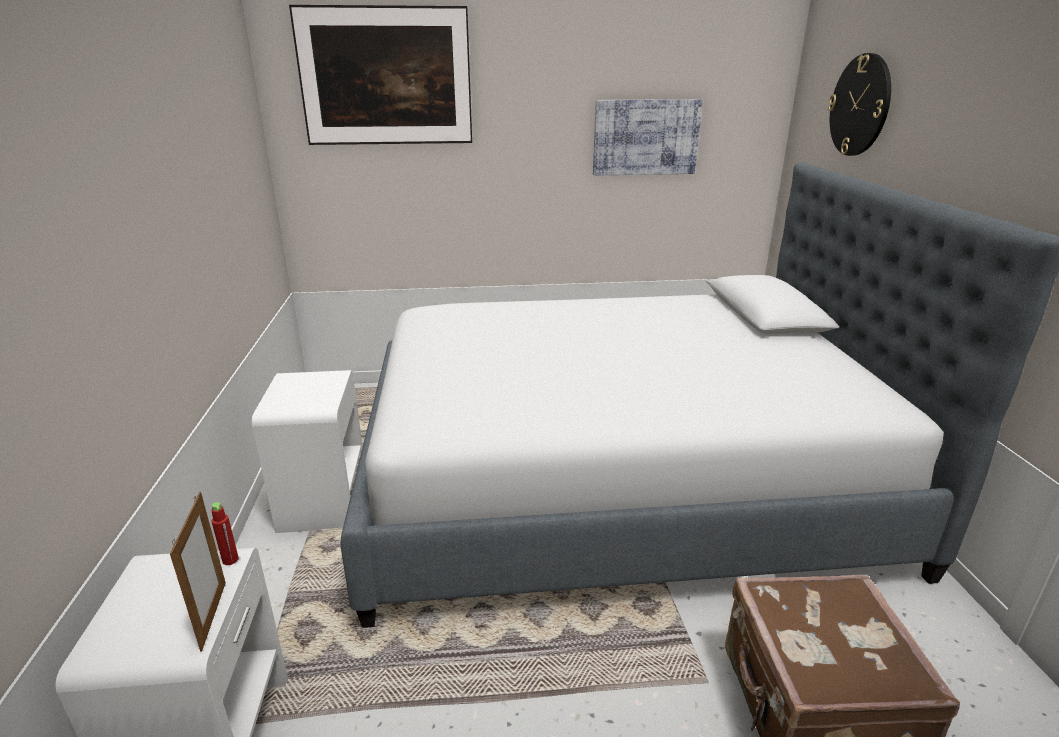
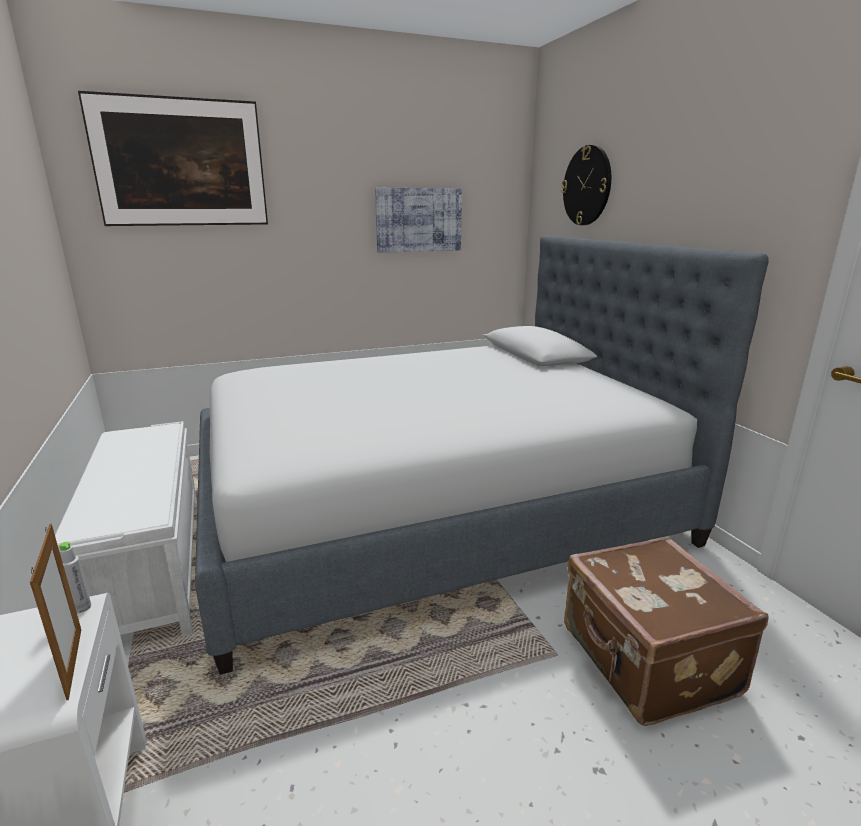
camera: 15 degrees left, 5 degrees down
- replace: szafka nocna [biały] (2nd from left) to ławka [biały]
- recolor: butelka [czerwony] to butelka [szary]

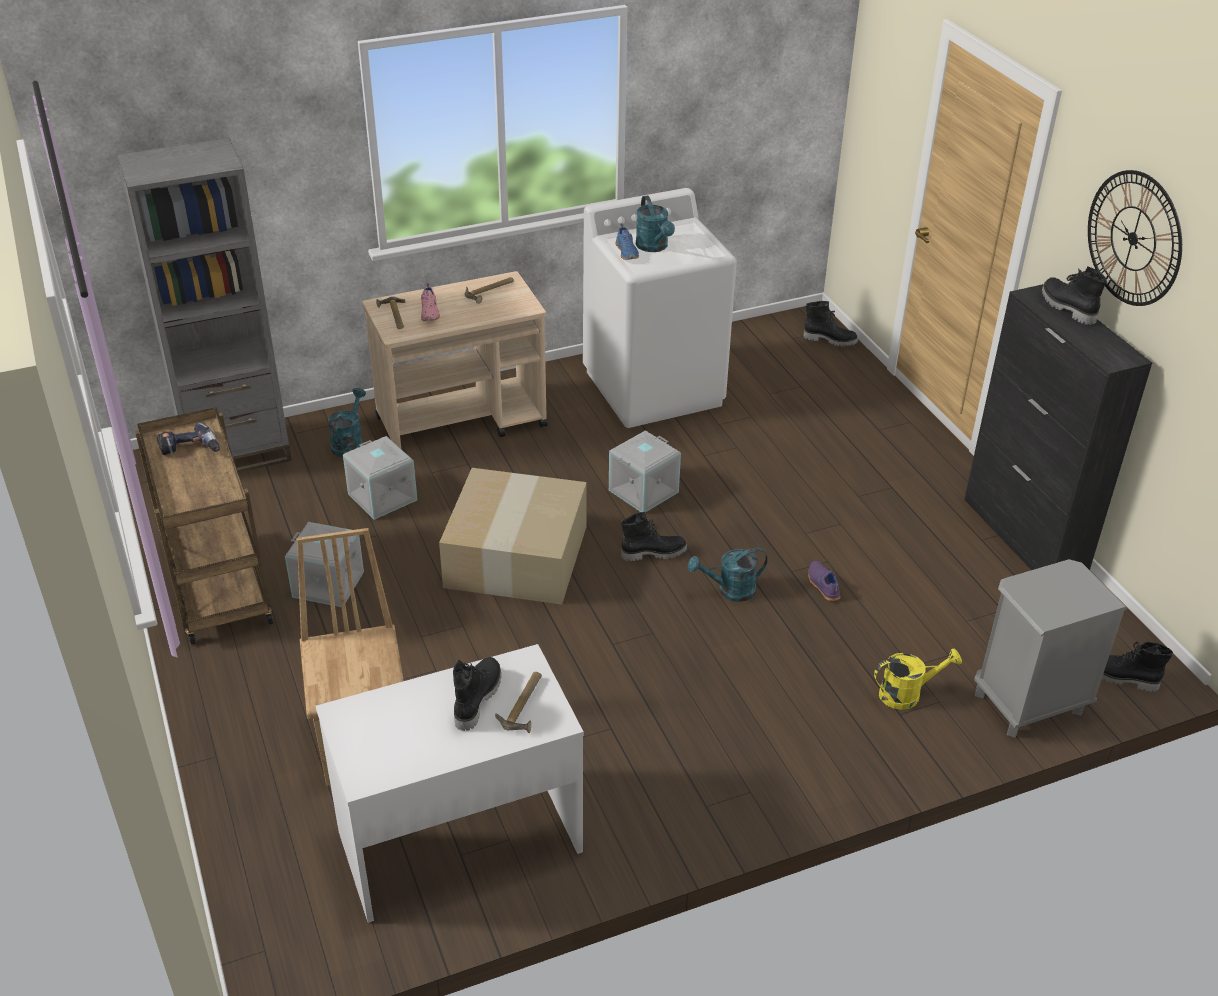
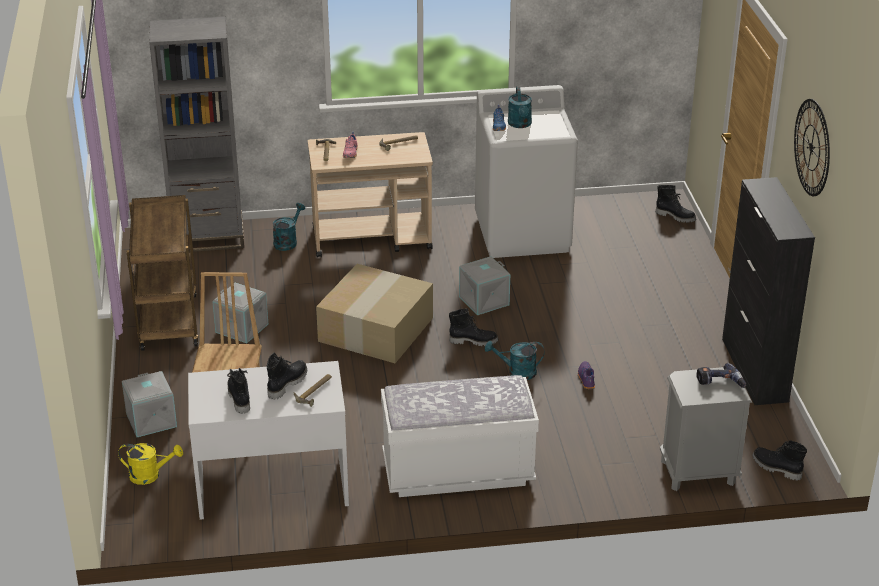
camera: 15 degrees right, 5 degrees down
- move: konewka [żółty]
- move: pojemnik do przechowywania [szary] (2nd from left in the first image) to pojemnik do przechowywania [szary] (1st from left)
- move: but z cholewką [czarny] (4th from left in the first image) to but z cholewką [czarny] (1st from left)
- insert: ławka [biały]
- move: wiertarka

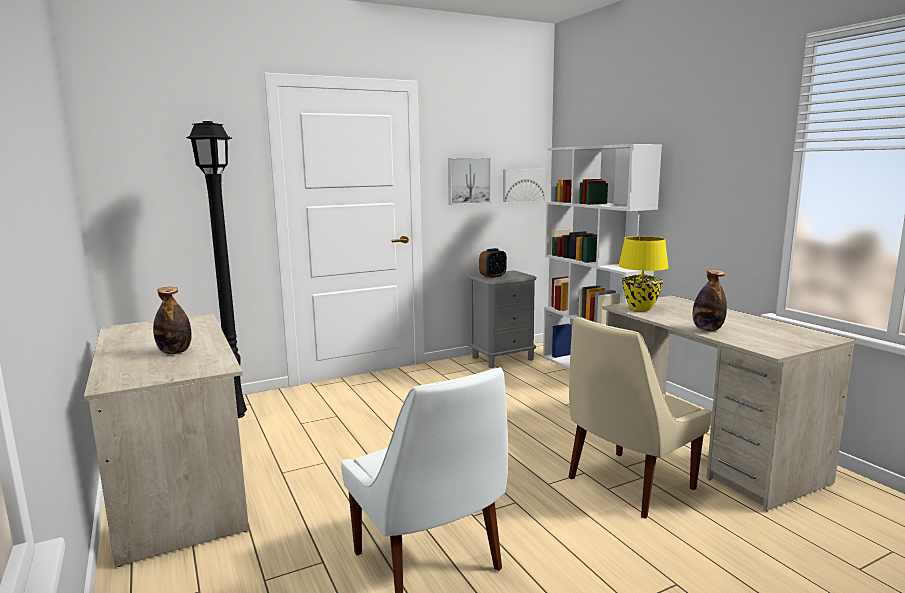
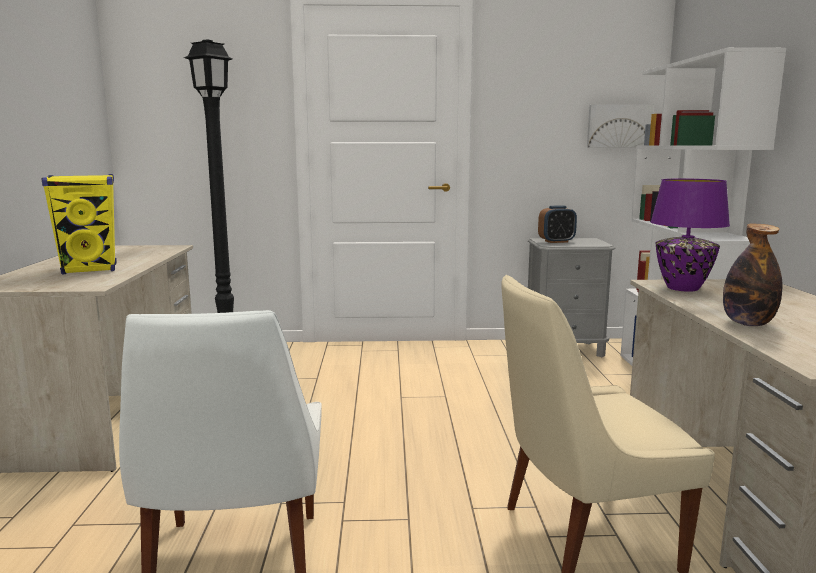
camera: 25 degrees right, 0 degrees up
- replace: butelka (1st from left) to głośnik [żółty]
- recolor: lampa stołowa [żółty] to lampa stołowa [fioletowy]
- delete: obraz (1st from left)

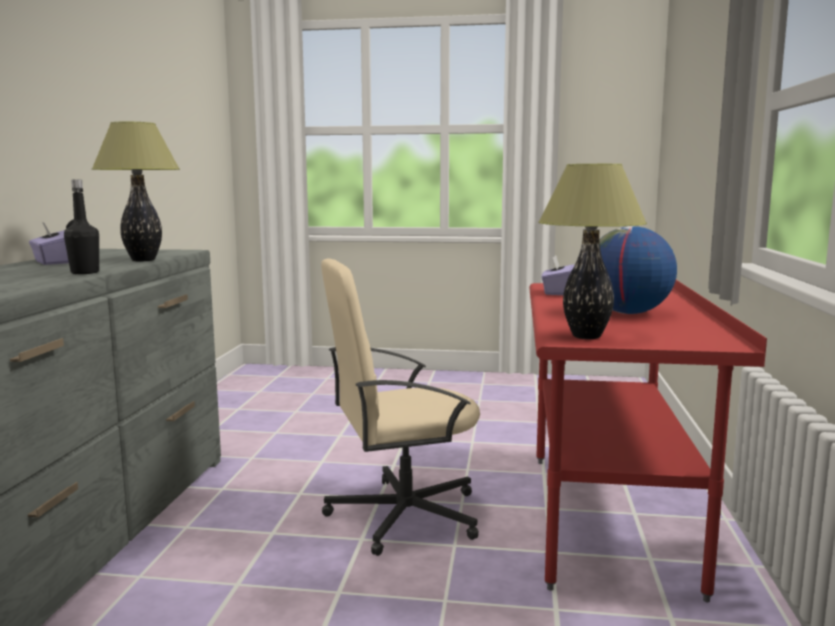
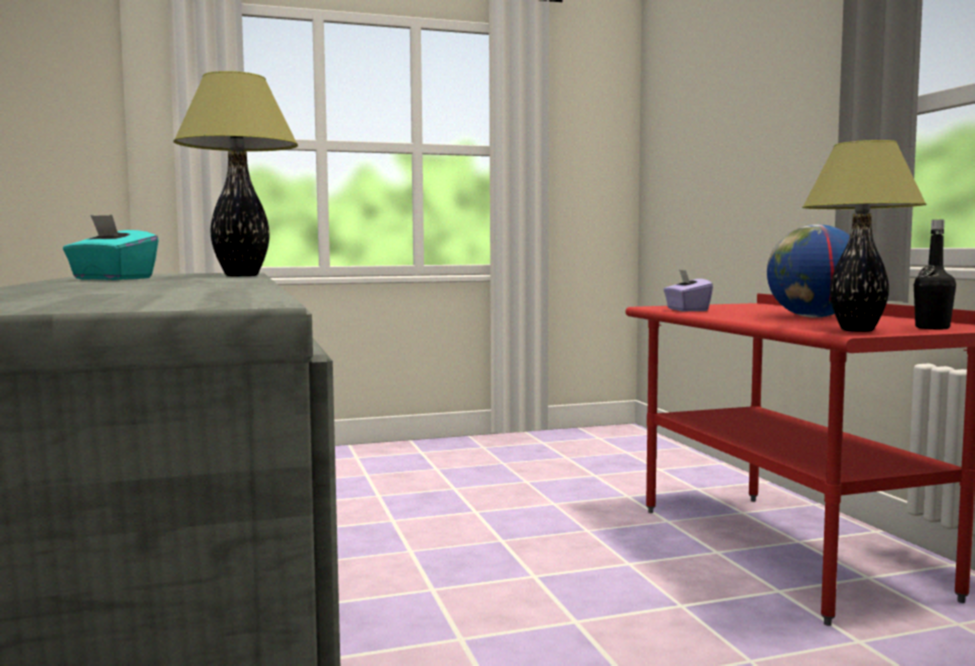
camera: 25 degrees left, 5 degrees down
- recolor: pudełko chusteczek [fioletowy] (1st from left) to pudełko chusteczek [turkusowy]
- move: butelka [czarny]
- delete: krzesło biurowe [beżowy]

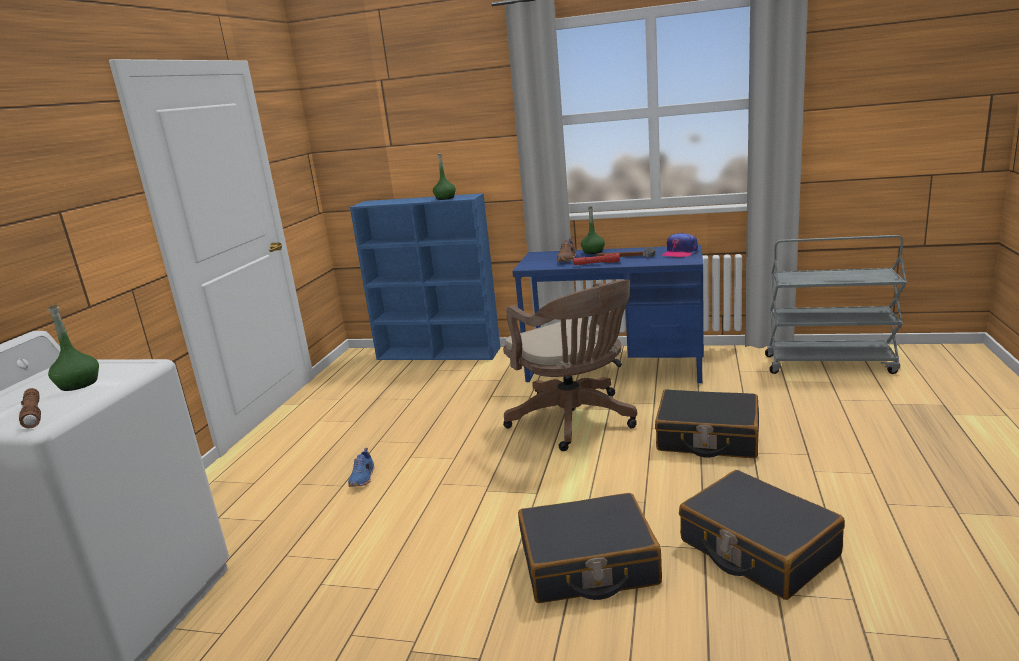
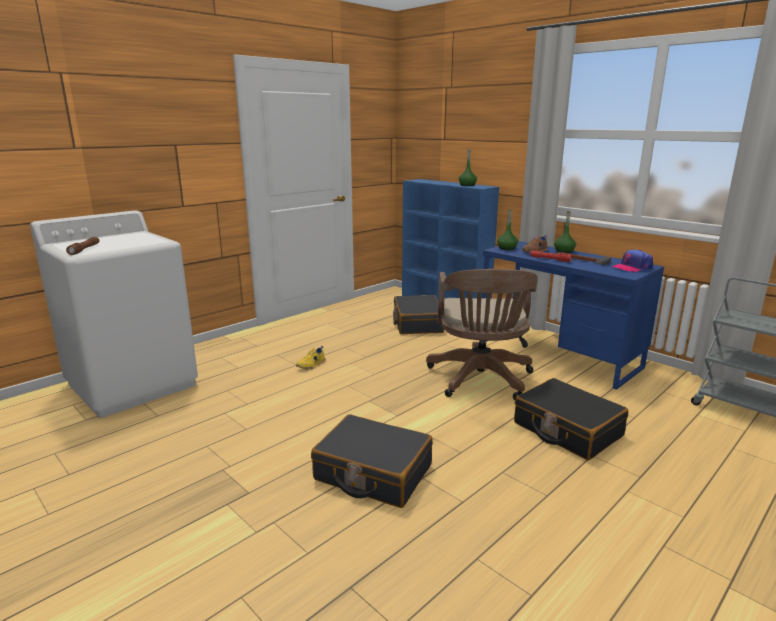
camera: 30 degrees right, 0 degrees up
- recolor: but [niebieski] to but [żółty]
- move: walizka [czarny] (3rd from left in the first image) to walizka [czarny] (2nd from left)
- move: butelka [zielony] (1st from left in the first image) to butelka [zielony] (2nd from left)

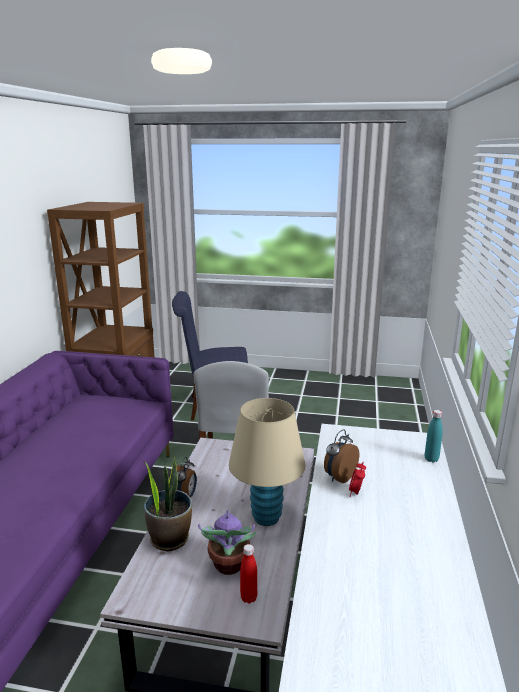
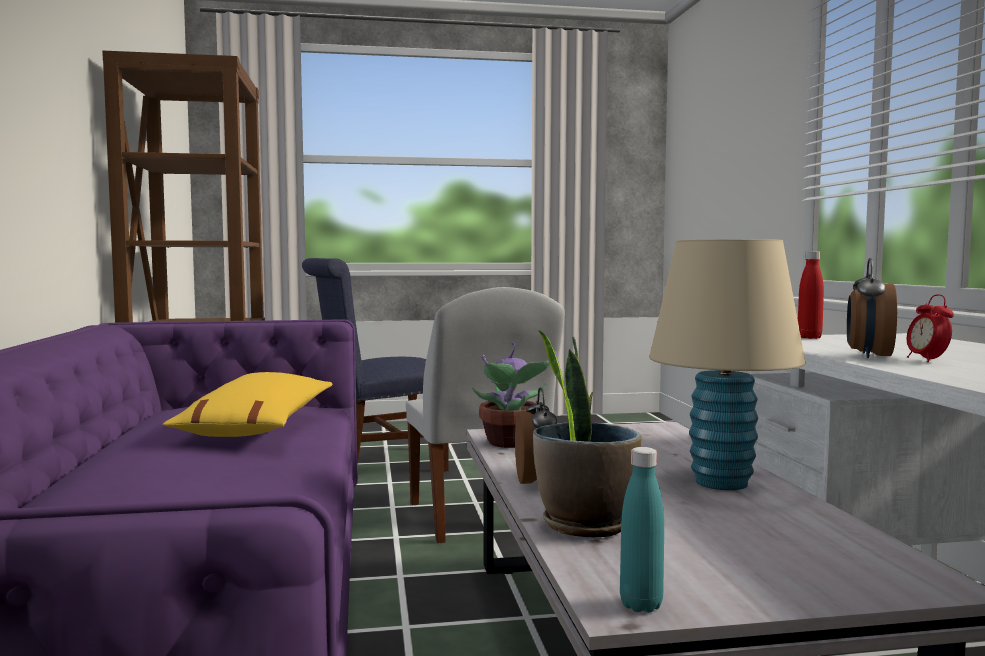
camera: 20 degrees left, 15 degrees down
- insert: poduszka [żółty]
- move: roślina doniczkowa (2nd from left in the first image) to roślina doniczkowa (1st from left)
- move: butelka [turkusowy]
- move: butelka [czerwony]

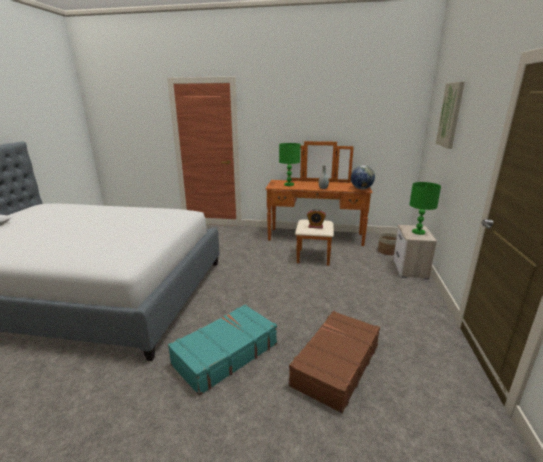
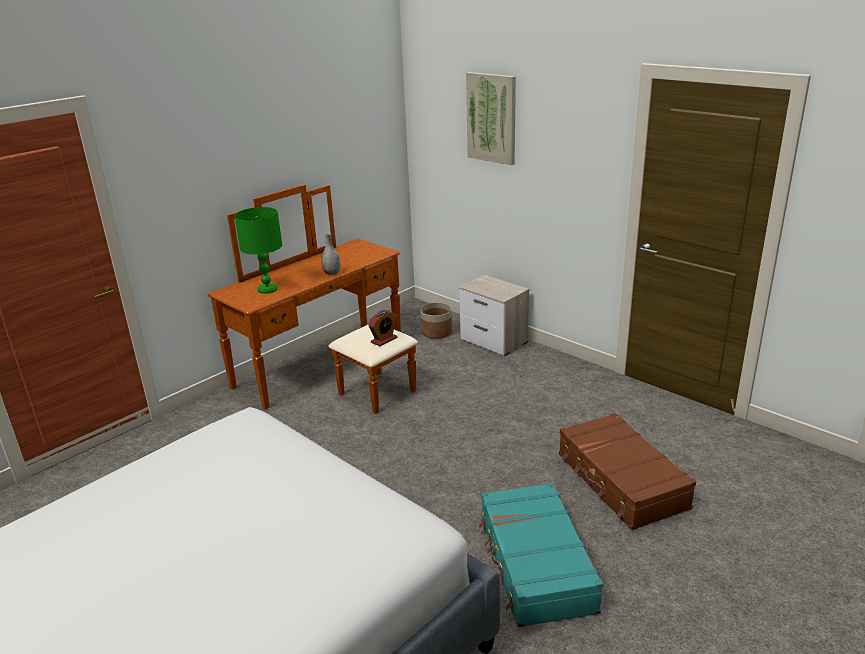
camera: 55 degrees left, 5 degrees up
- delete: globus
- delete: lampa stołowa [zielony] (2nd from left)

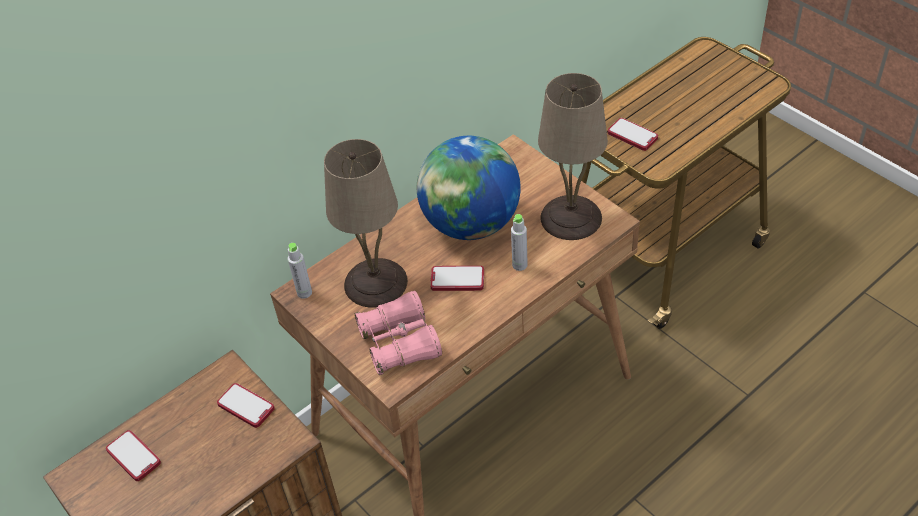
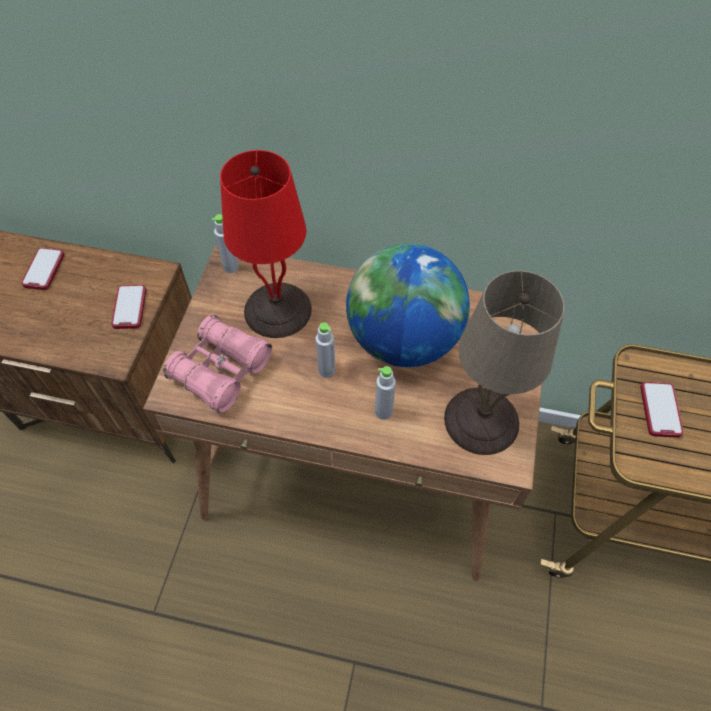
camera: 50 degrees right, 10 degrees up
- recolor: lampa stołowa [beżowy] (1st from left) to lampa stołowa [czerwony]
- replace: telefon (3rd from left) to butelka [szary] (2nd from left)

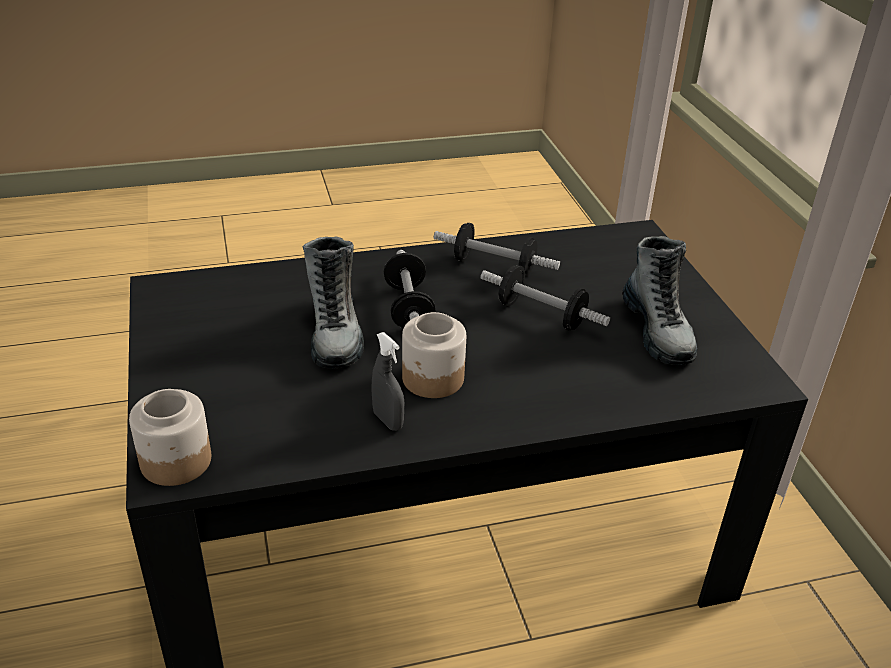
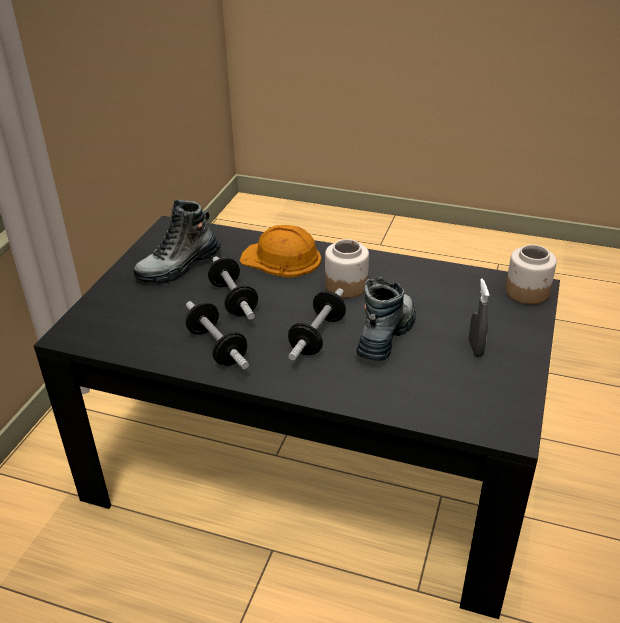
camera: 145 degrees left, 0 degrees up
- rotate: but z cholewką (2nd from left in the first image) 150 degrees counterclockwise
- insert: kask [pomarańczowy]
- move: spryskiwacz [szary]

